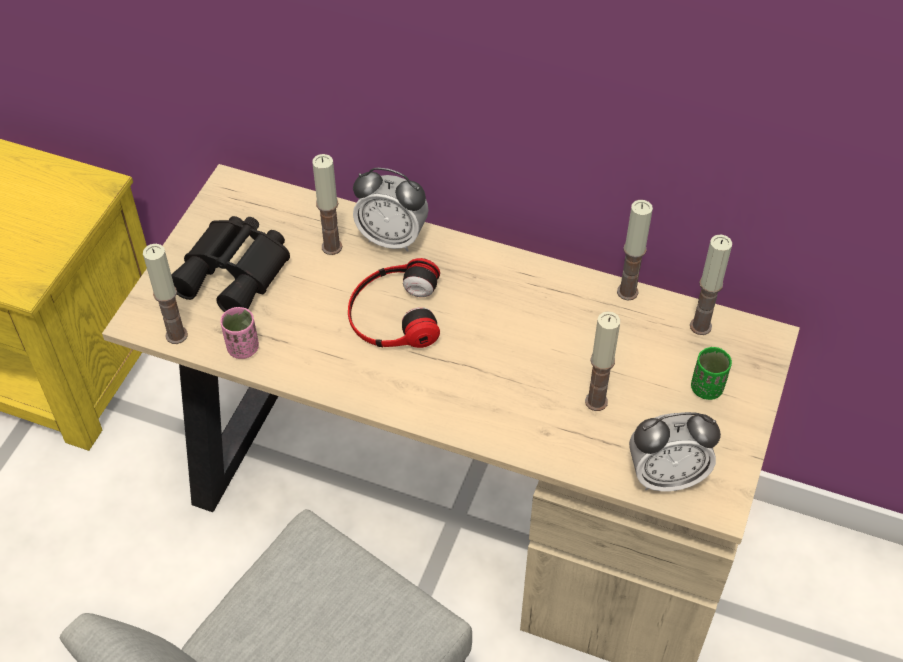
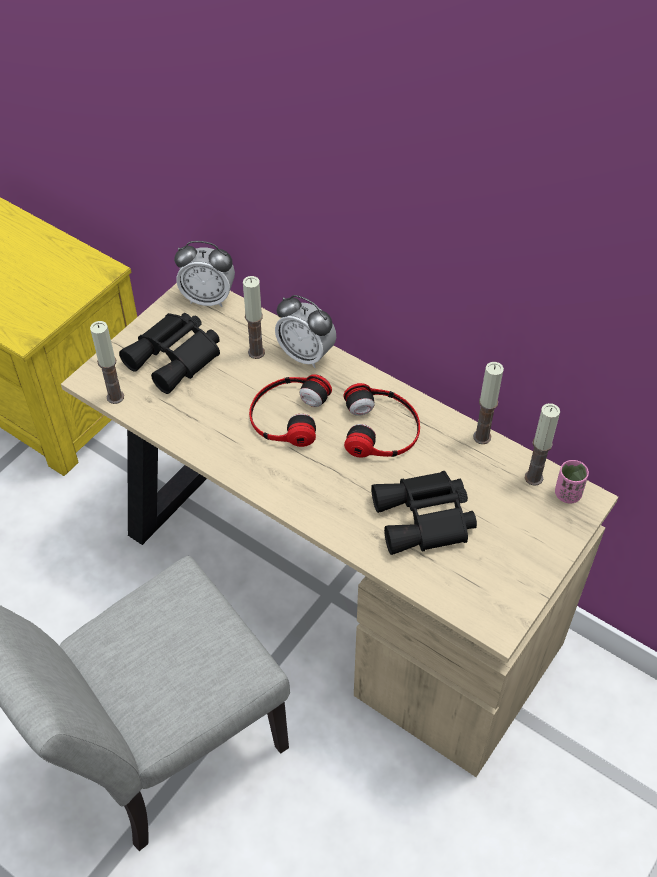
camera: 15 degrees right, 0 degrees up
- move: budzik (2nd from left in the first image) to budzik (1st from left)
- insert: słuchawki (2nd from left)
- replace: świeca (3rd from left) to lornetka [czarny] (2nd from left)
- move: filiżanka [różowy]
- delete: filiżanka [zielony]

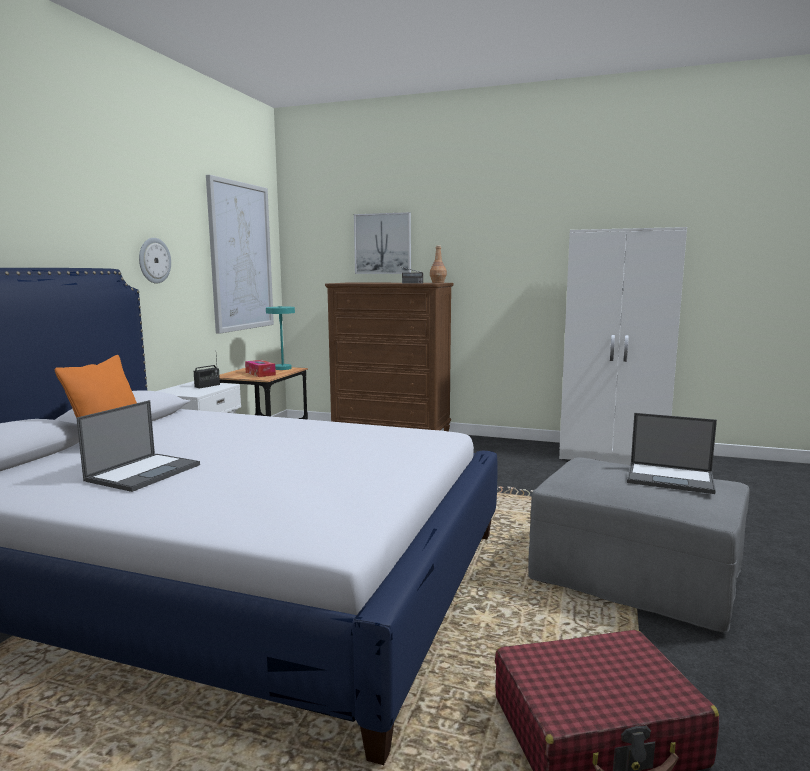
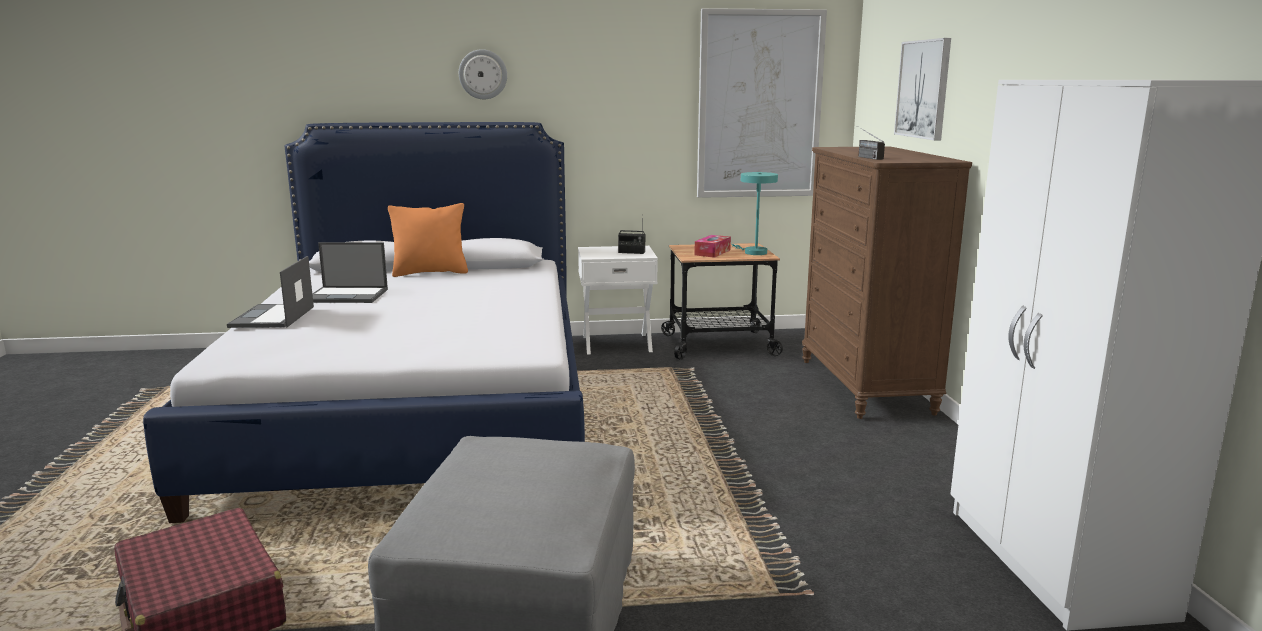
camera: 65 degrees right, 5 degrees up
- move: laptop (2nd from left in the first image) to laptop (1st from left)
- move: zegar ścienny
- delete: butelka [brązowy]

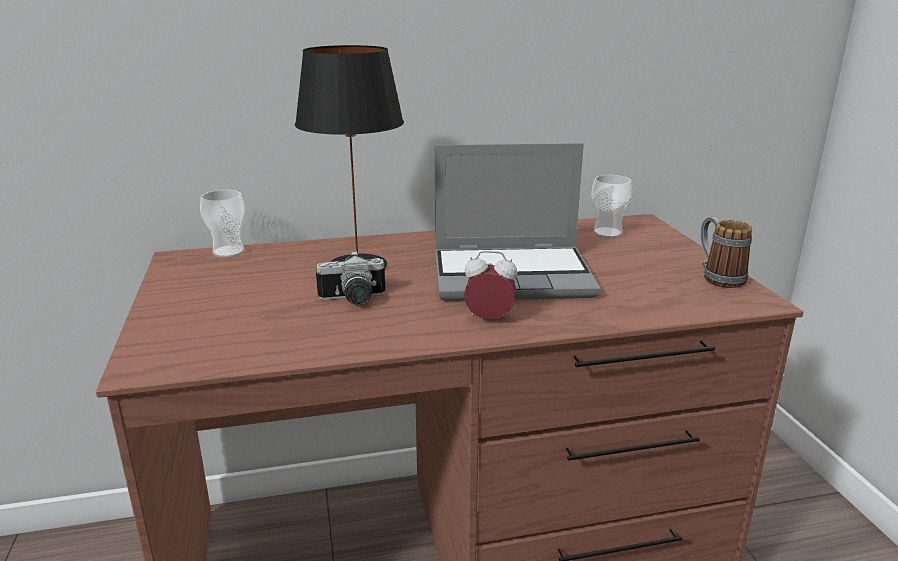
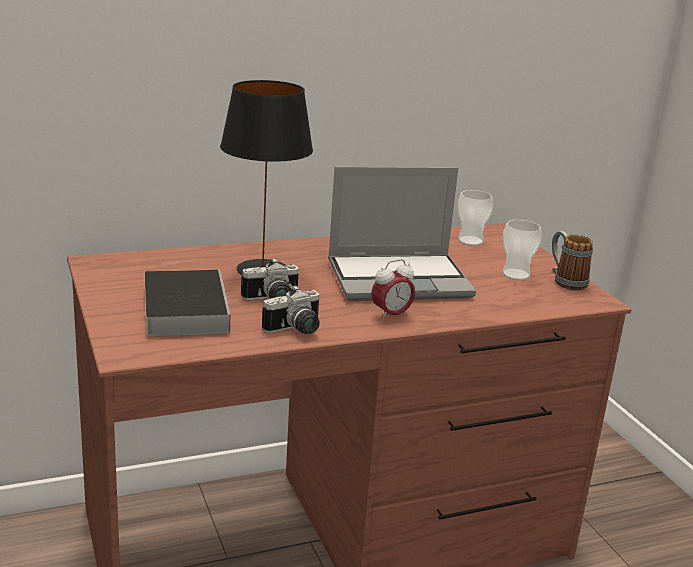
camera: 10 degrees left, 0 degrees up
- insert: książka
- insert: aparat fotograficzny (2nd from left)
- rotate: budzik 150 degrees clockwise
- move: filiżanka (1st from left in the first image) to filiżanka (2nd from left)

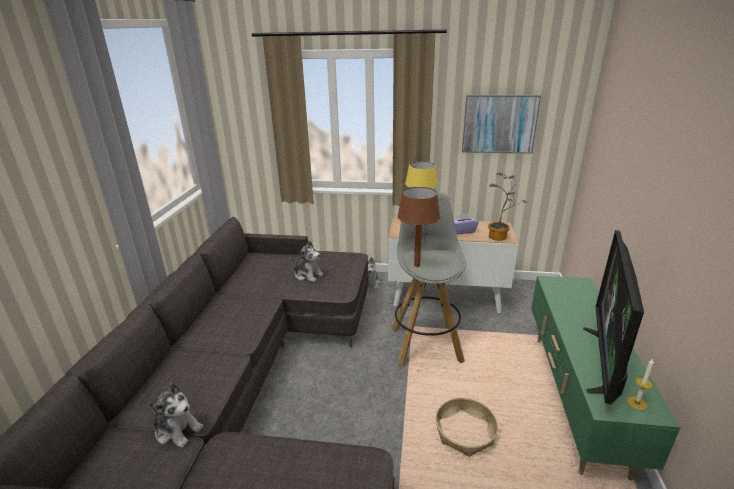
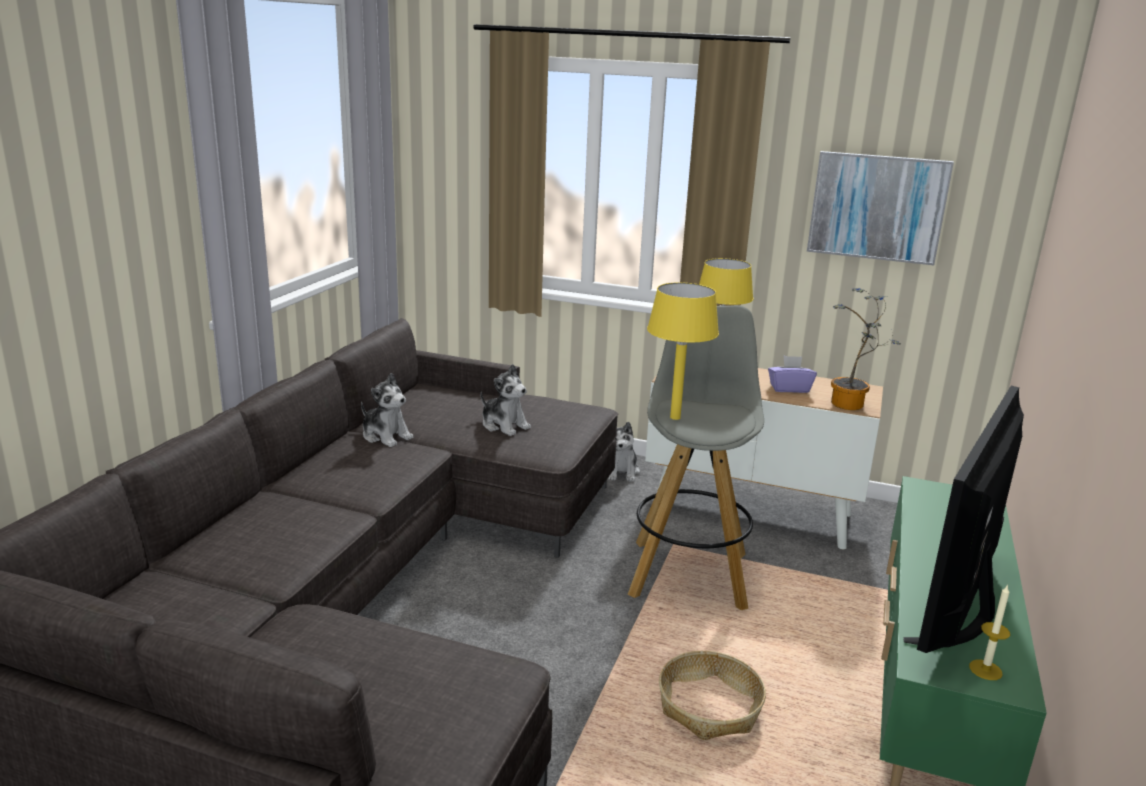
camera: 10 degrees right, 5 degrees down
- move: pluszak (1st from left)
- recolor: lampa stołowa [brązowy] to lampa stołowa [żółty] (1st from left)

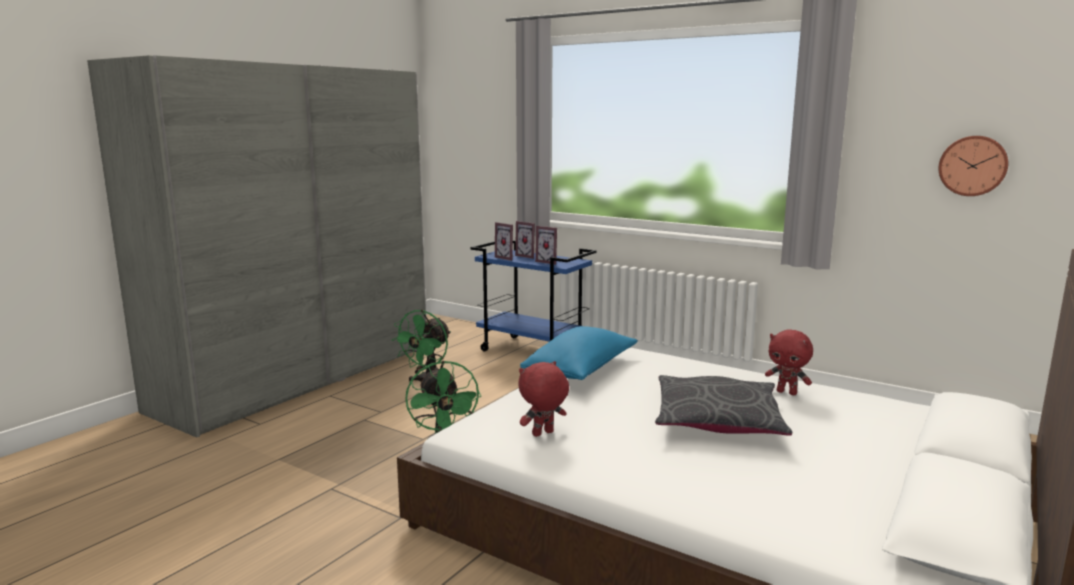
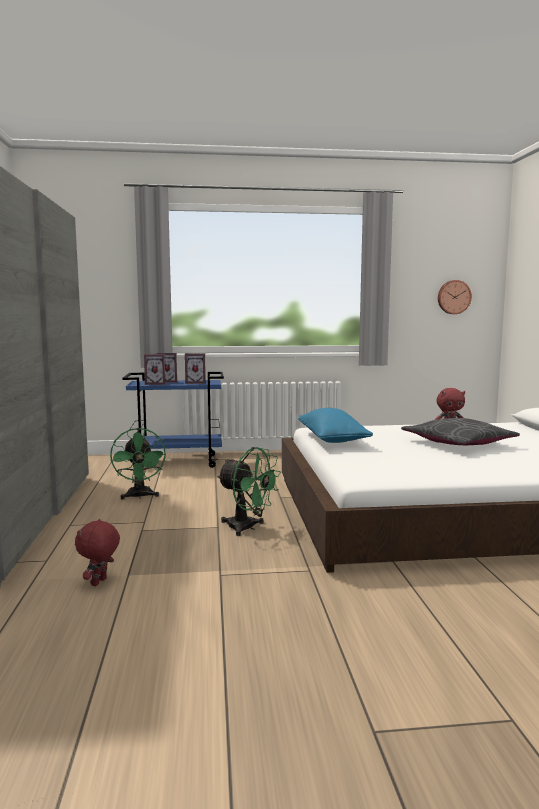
camera: 40 degrees left, 5 degrees down
- move: pluszak [czerwony] (1st from left)

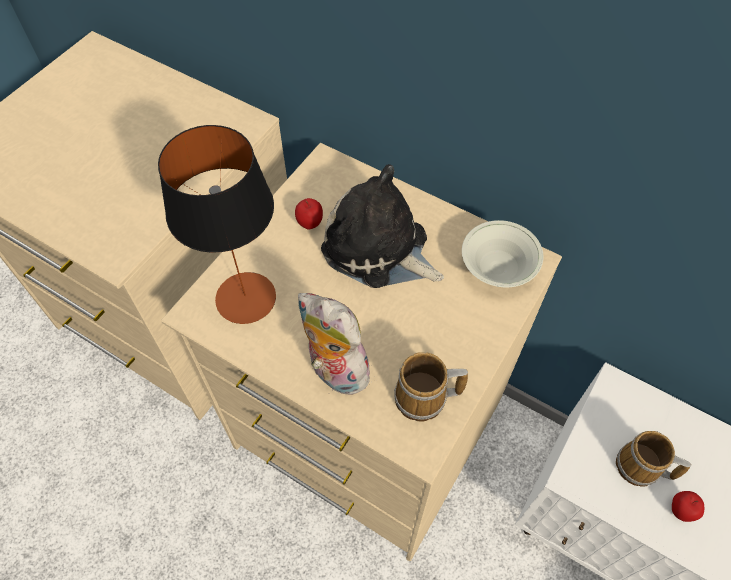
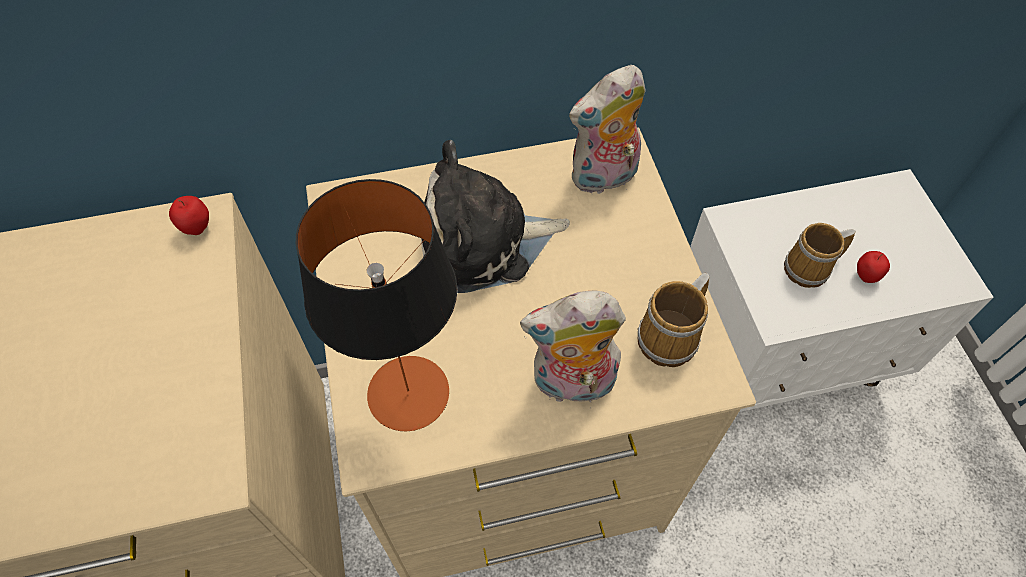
camera: 45 degrees left, 0 degrees up
- move: jabłko (1st from left)
- replace: miska [biały] to pluszak (3rd from left)

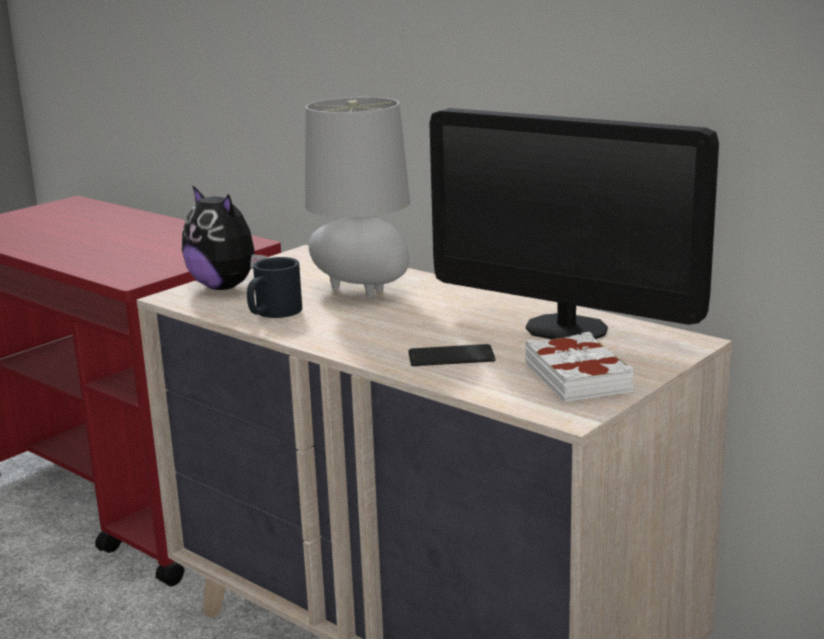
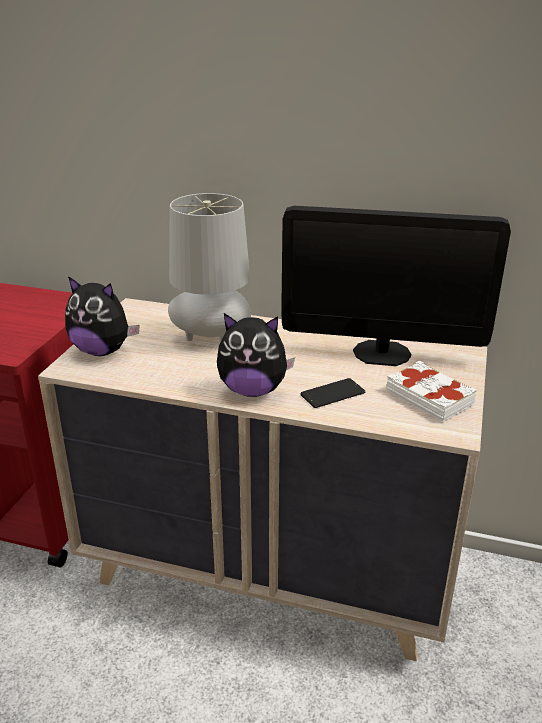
camera: 25 degrees left, 10 degrees up
- insert: pluszak (2nd from left)
- delete: kubek [czarny]

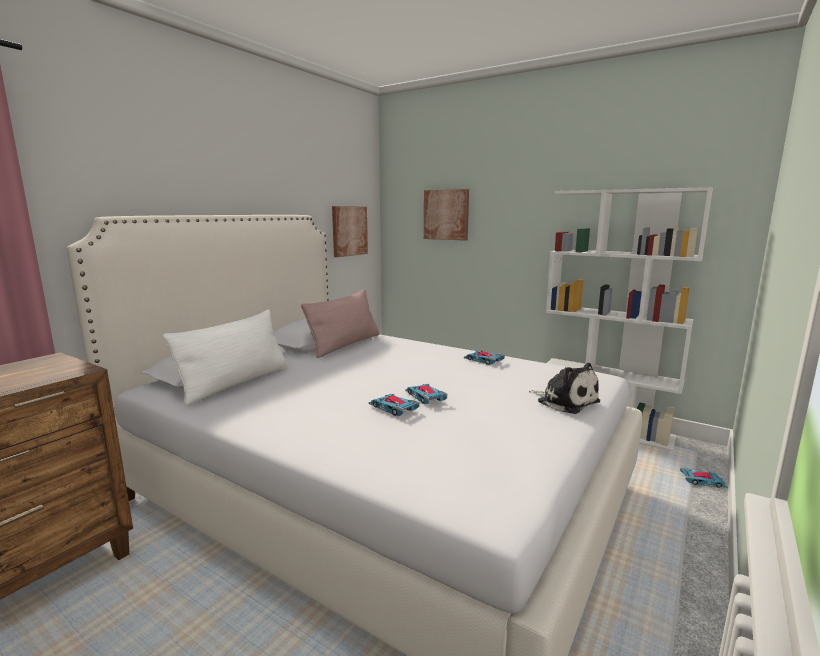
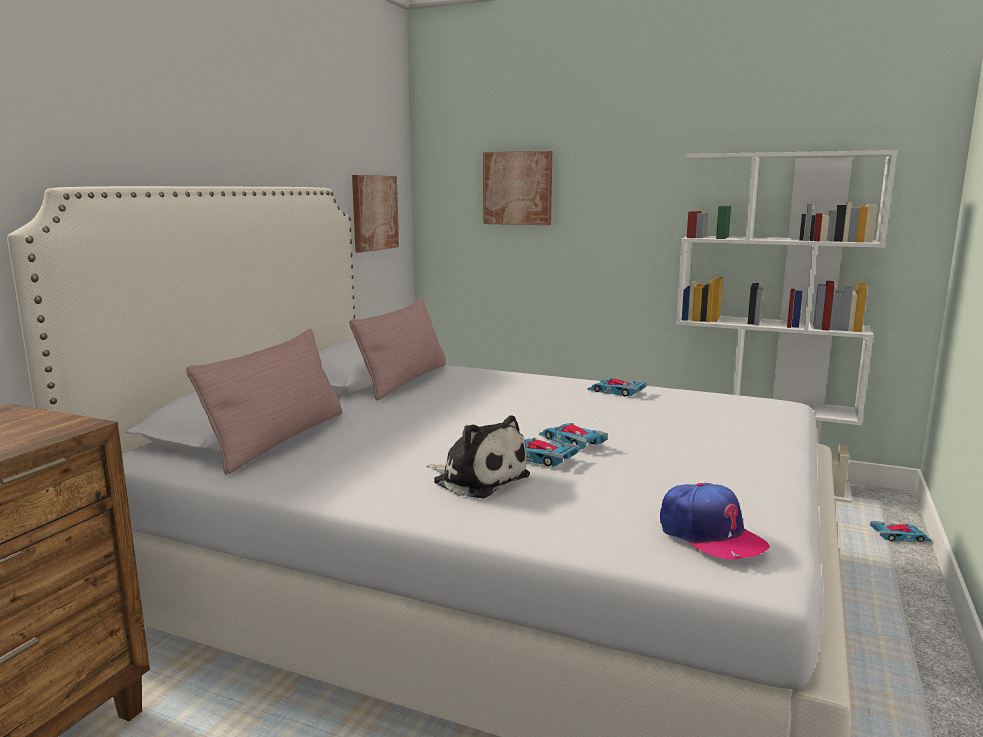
camera: 10 degrees left, 0 degrees up
- recolor: poduszka [biały] to poduszka [różowy] (1st from left)
- move: pluszak
- insert: czapka z daszkiem

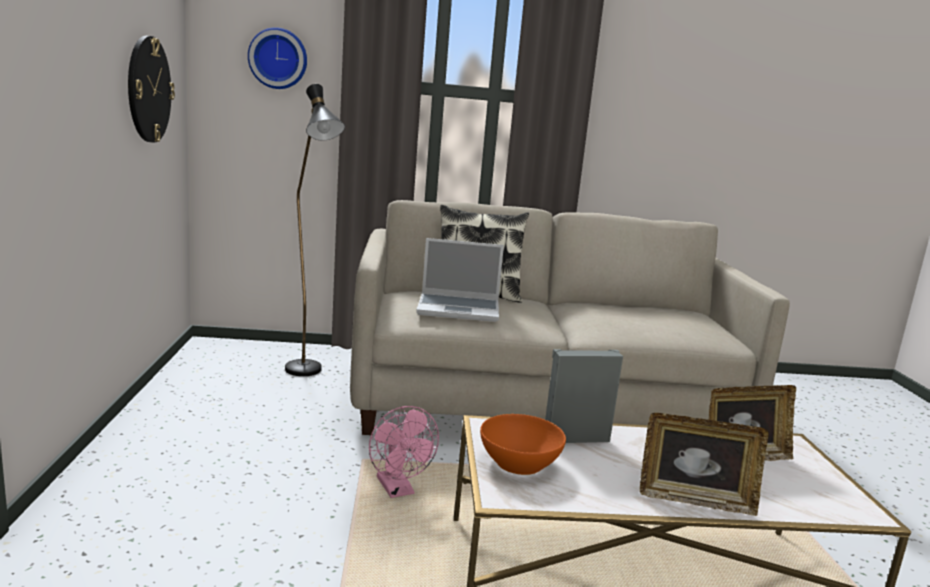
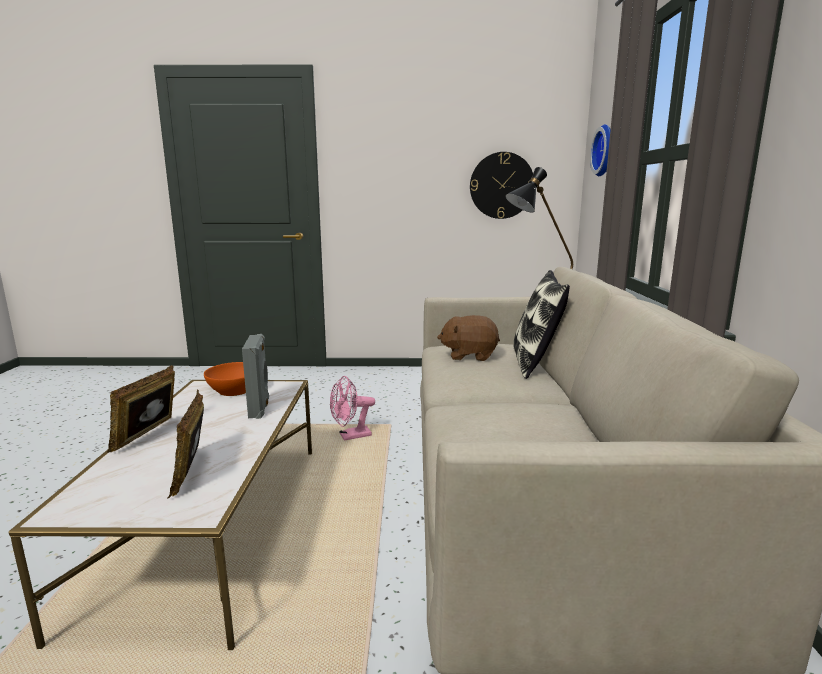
camera: 95 degrees right, 0 degrees up
- replace: laptop to pluszak [brązowy]

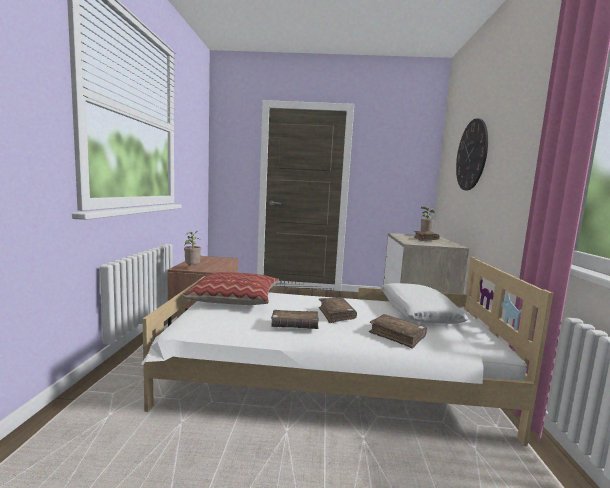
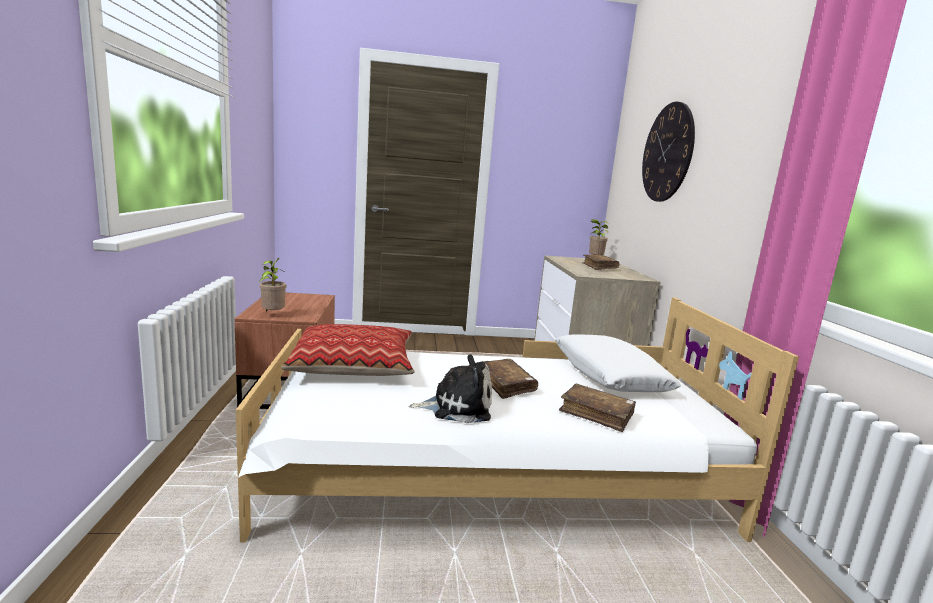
camera: 10 degrees left, 5 degrees up
- replace: książka [brązowy] (1st from left) to pluszak

